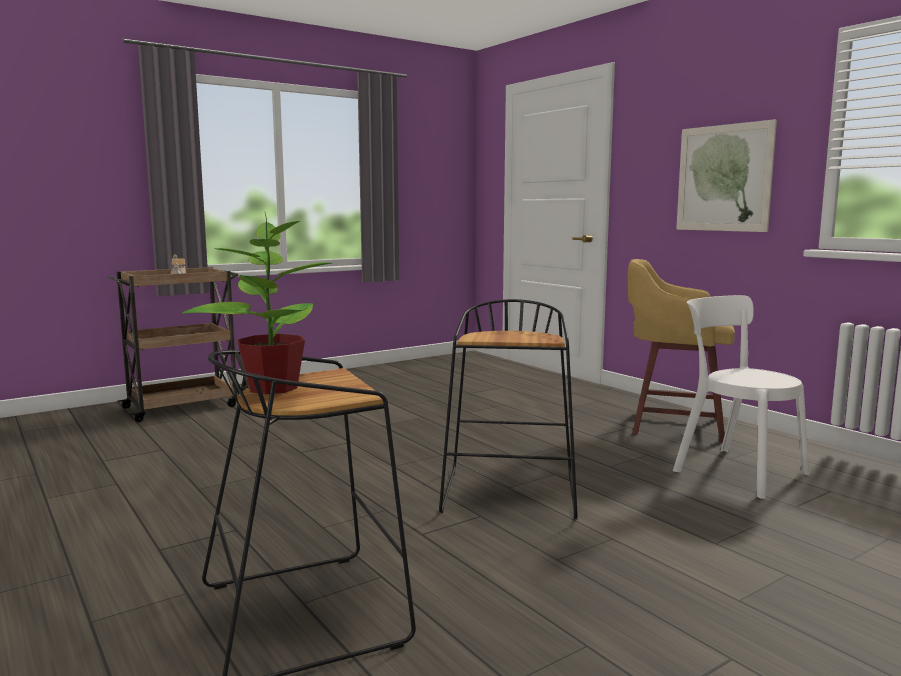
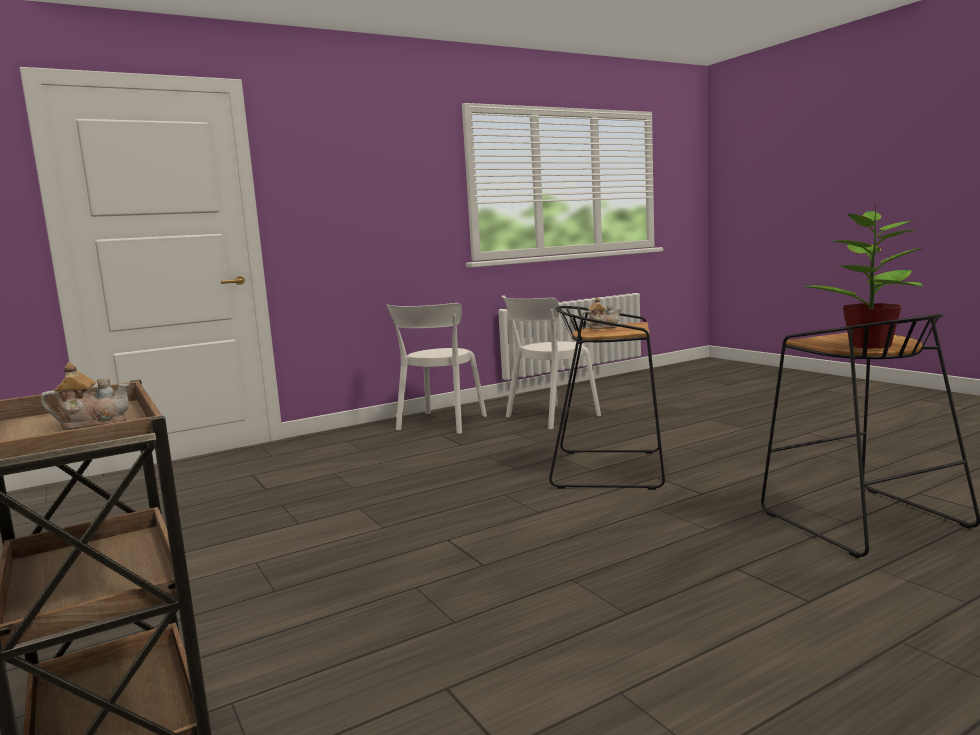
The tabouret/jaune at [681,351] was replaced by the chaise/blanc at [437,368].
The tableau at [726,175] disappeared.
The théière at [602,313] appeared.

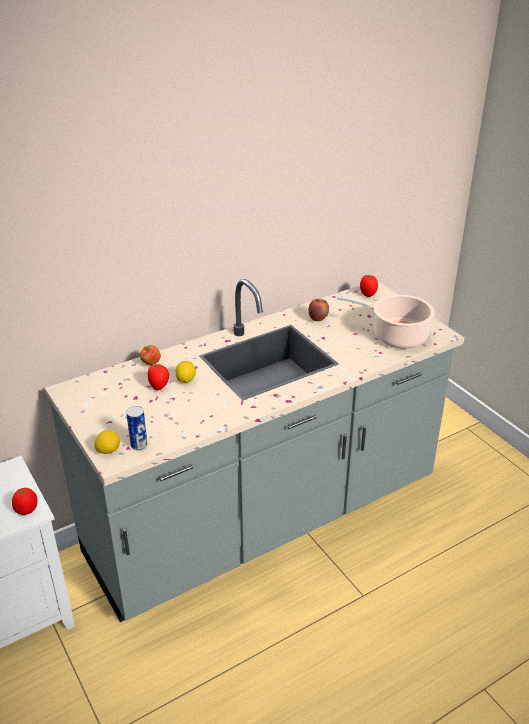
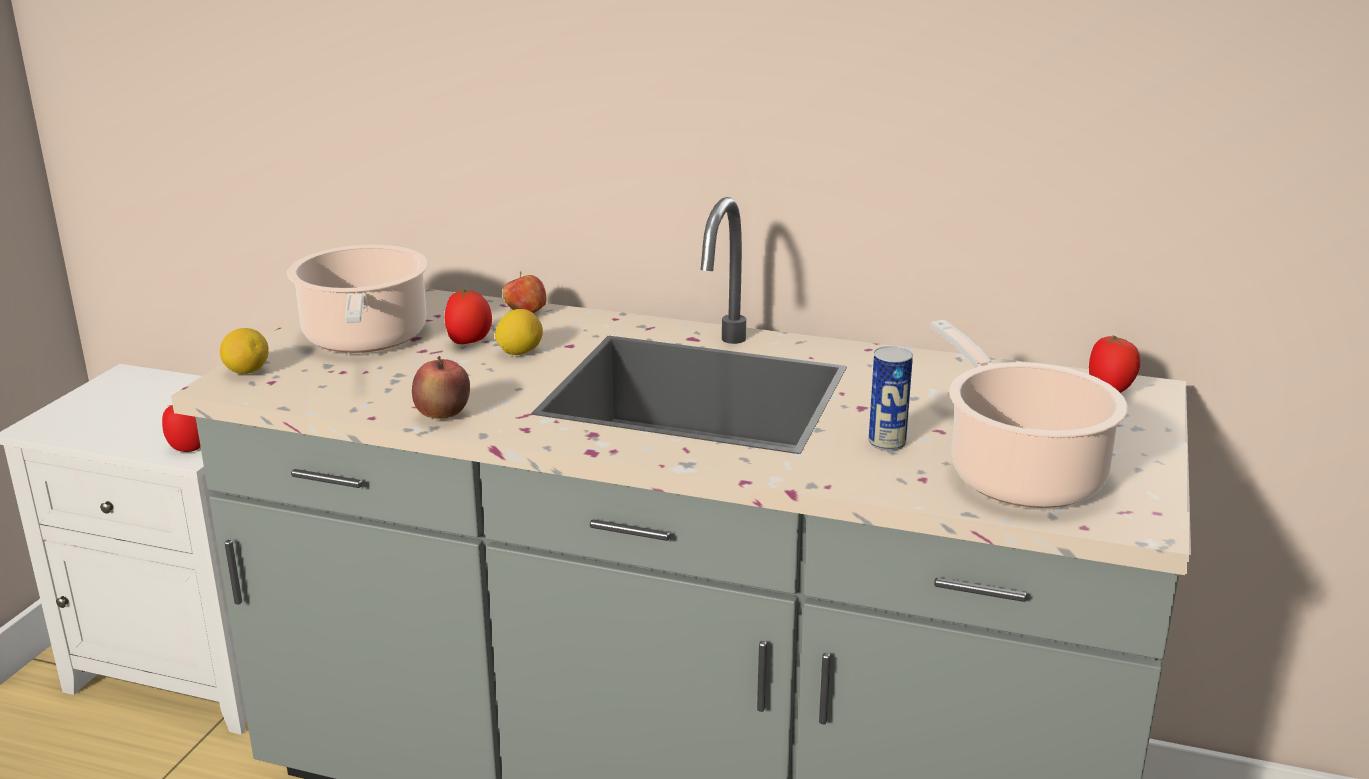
The boîte métallique moved from [137,428] to [891,398].
The pomme moved from [319,310] to [441,387].
The marmite at [357,299] appeared.

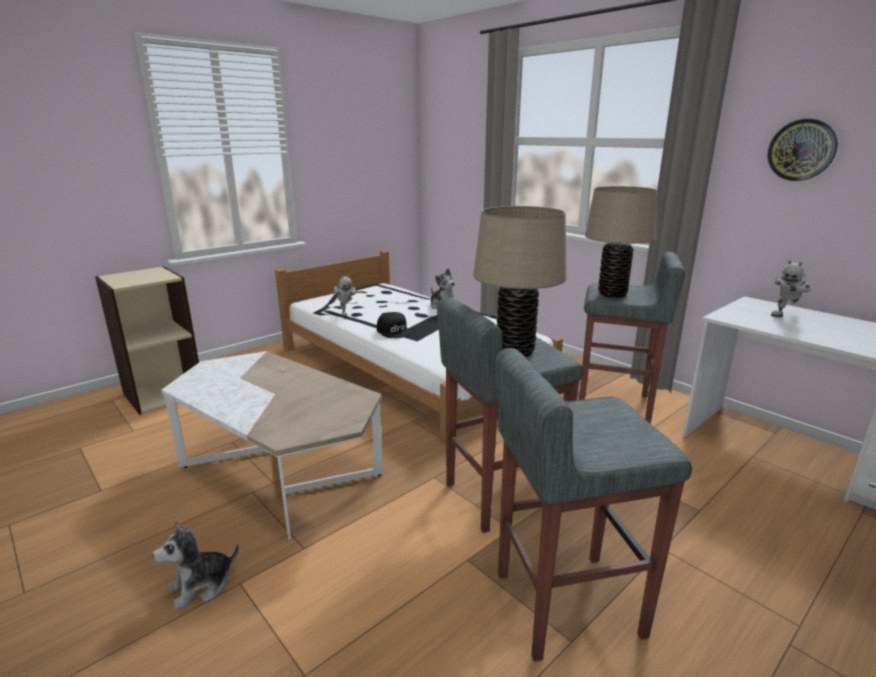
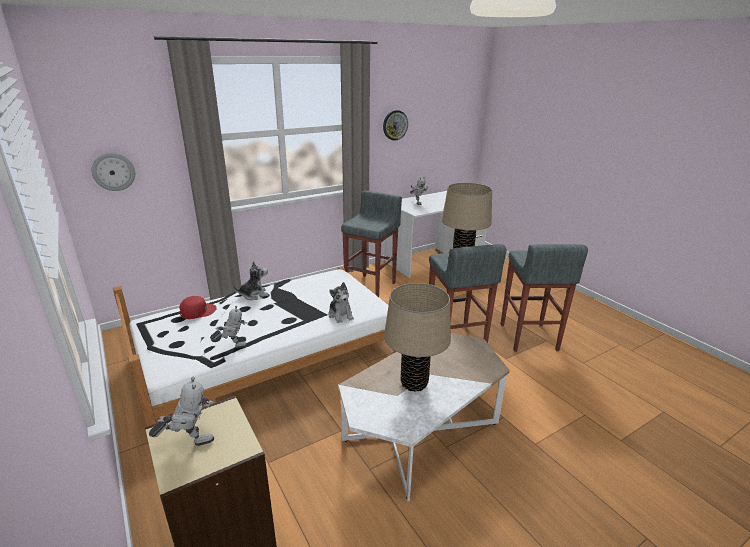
The peluche moved from [195,565] to [341,302].
The casquette/noir at [394,325] disappeared.
The lampe de table/beige moved from [621,242] to [417,337].
The horloge murale at [113,172] appeared.
The robot jouet at [181,411] appeared.
The casquette/rouge at [198,307] appeared.

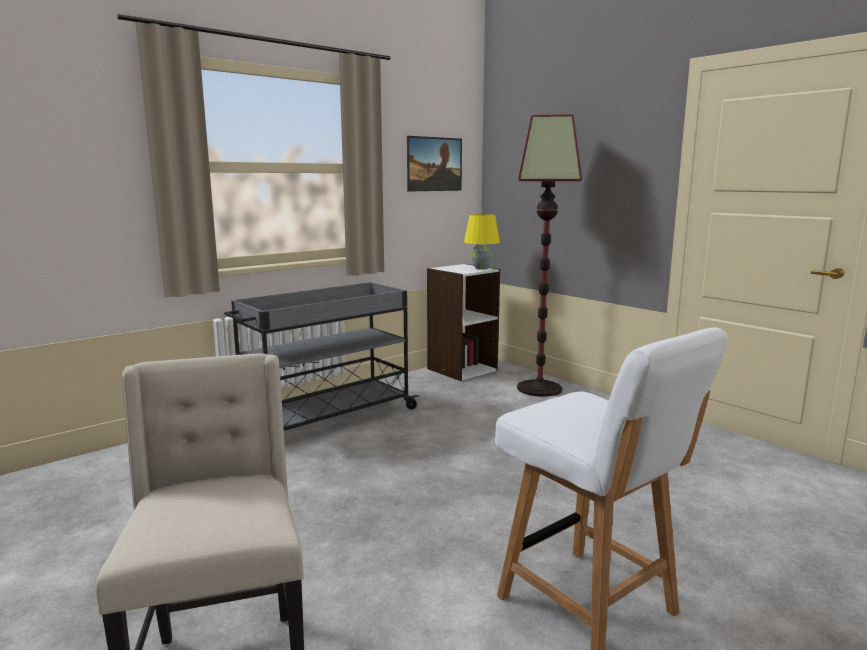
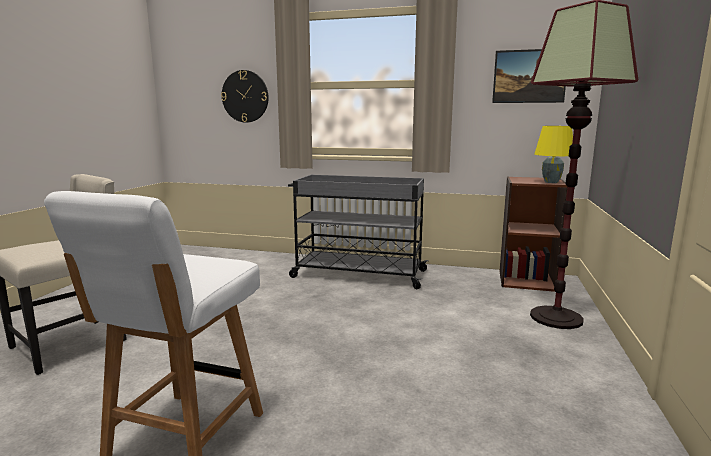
The bibliothèque/blanc at [463,322] became the bibliothèque/marron at [533,234].
The horloge murale at [245,96] appeared.

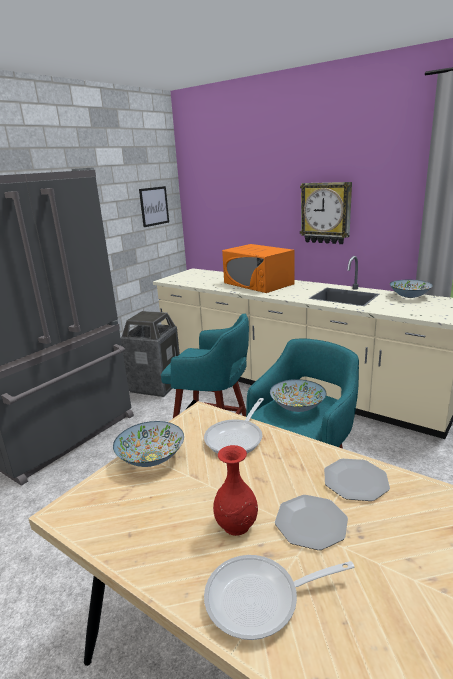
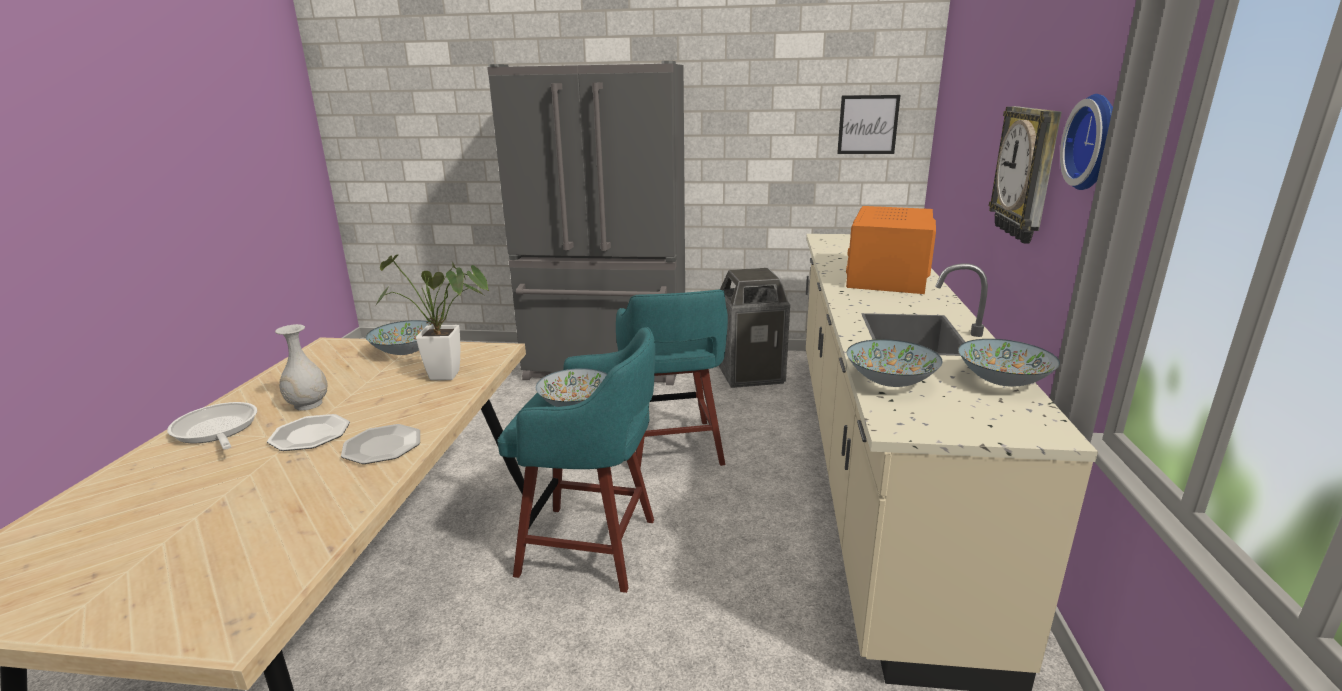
The poêle at [234,426] was replaced by the plante en pot at [432,317].
The vase/rouge at [235,490] became the vase/blanc at [301,367].
The bol at [895,363] appeared.
The horloge murale at [1086,142] appeared.

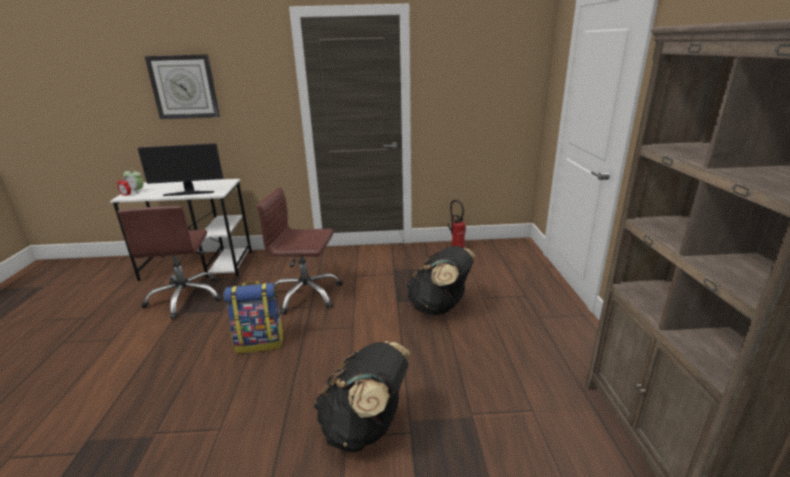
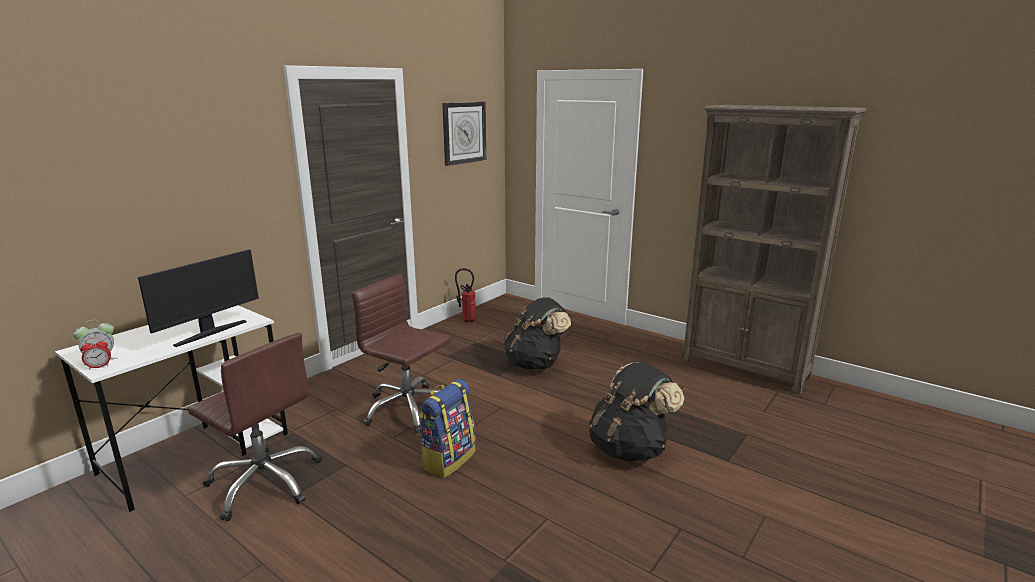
The horloge murale moved from [182,86] to [464,134].
The chaise de bureau/marron at [300,251] turned 75 degrees clockwise.

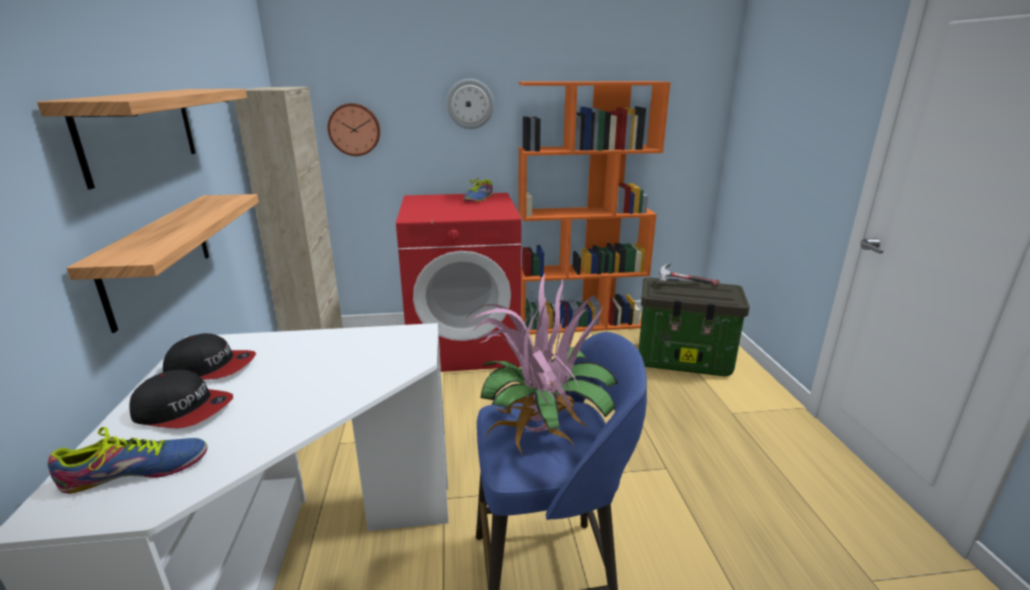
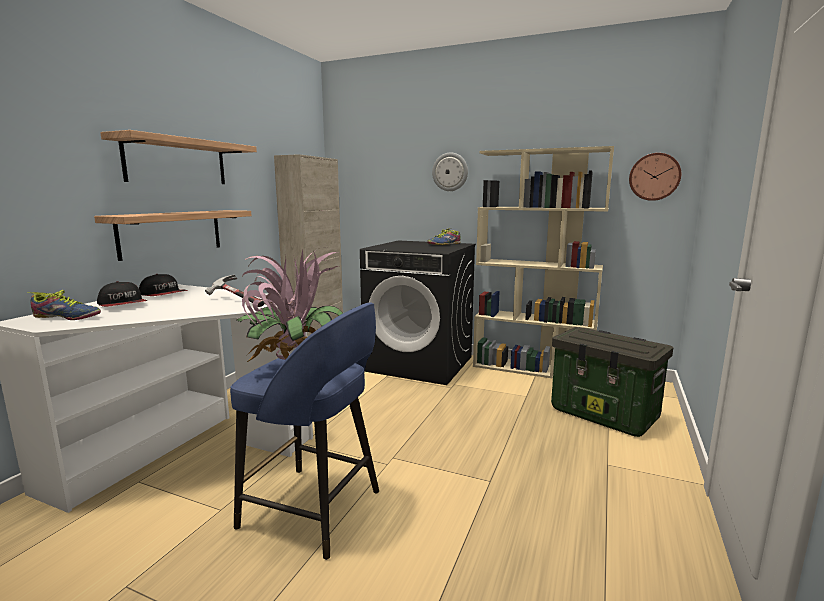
The horloge murale moved from [353,129] to [655,177].
The lave-linge/rouge at [458,282] became the lave-linge/noir at [418,312].
The bibliothèque/orange at [594,207] became the bibliothèque/beige at [543,262].
The marteau moved from [689,274] to [234,291].

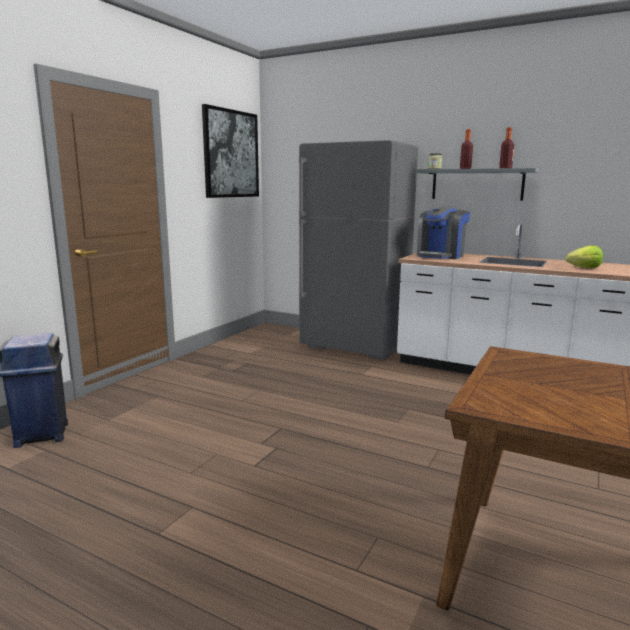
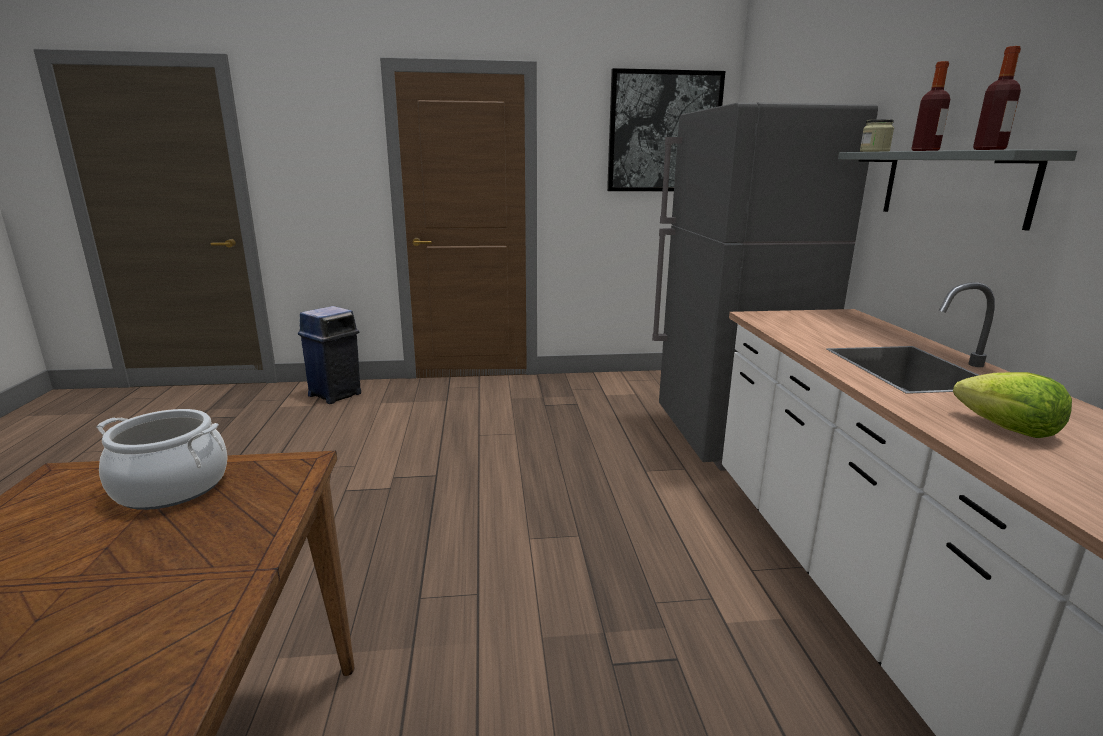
The machine à café at [443,233] disappeared.
The marmite at [162,459] appeared.

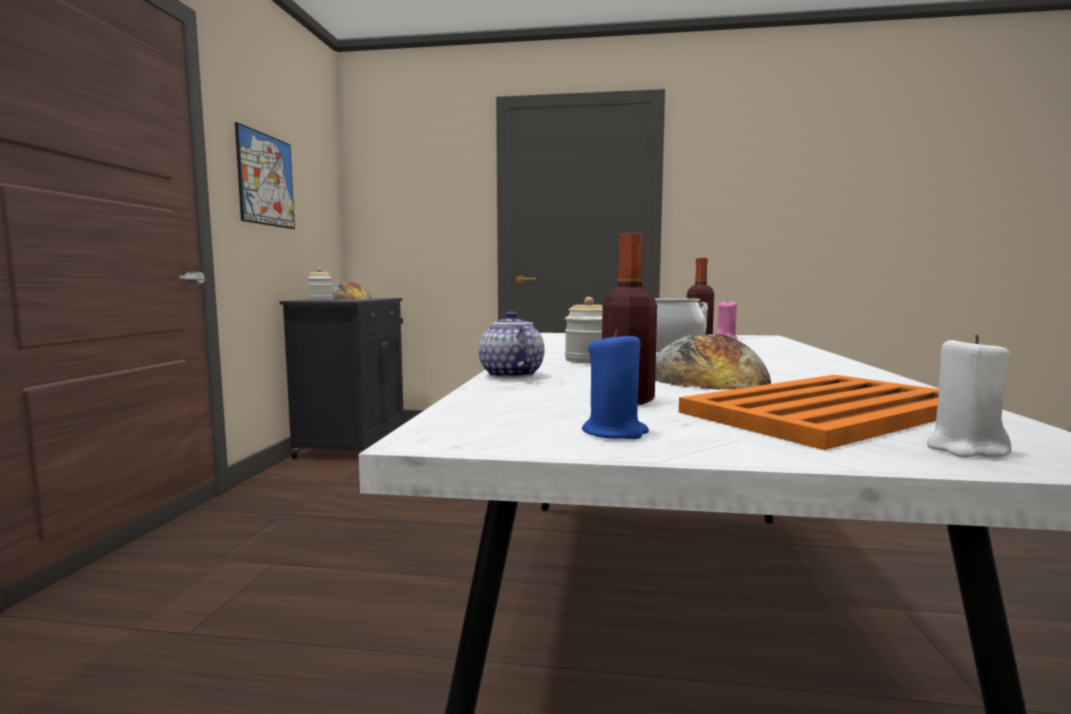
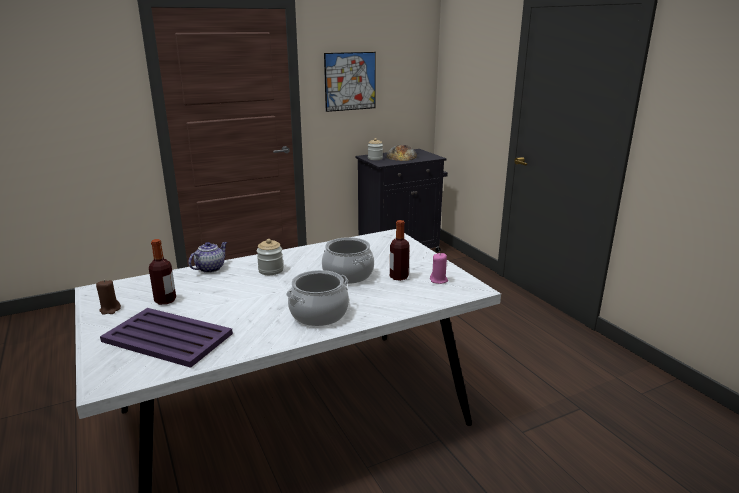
The bougie/bleu at [615,384] became the bougie/marron at [108,297].
The pain at [713,362] disappeared.
The plateau/orange at [809,412] became the plateau/violet at [166,338].
The bougie/blanc at [969,396] disappeared.
The marmite at [317,298] appeared.

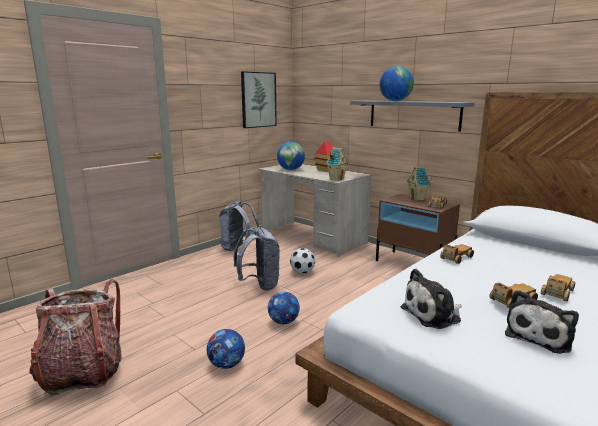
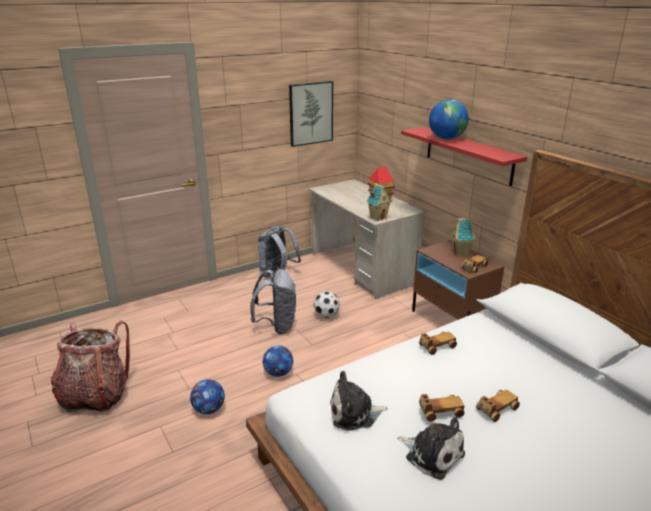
The globe at [291,156] disappeared.
The étagère/gris at [412,116] became the étagère/rouge at [464,156].
The peluche at [542,322] turned 105 degrees counterclockwise.

